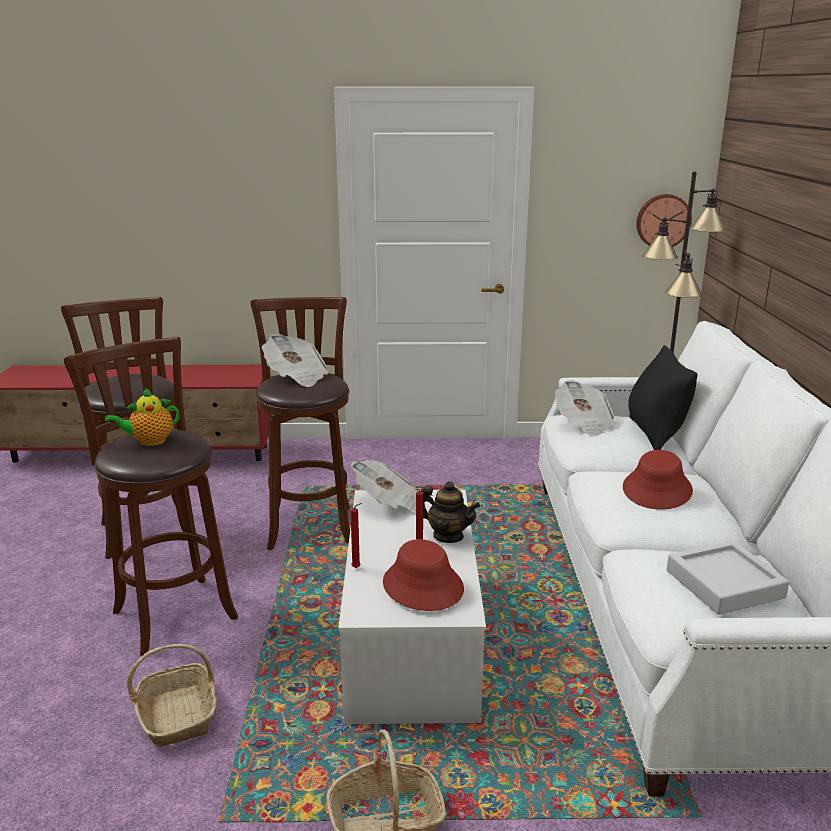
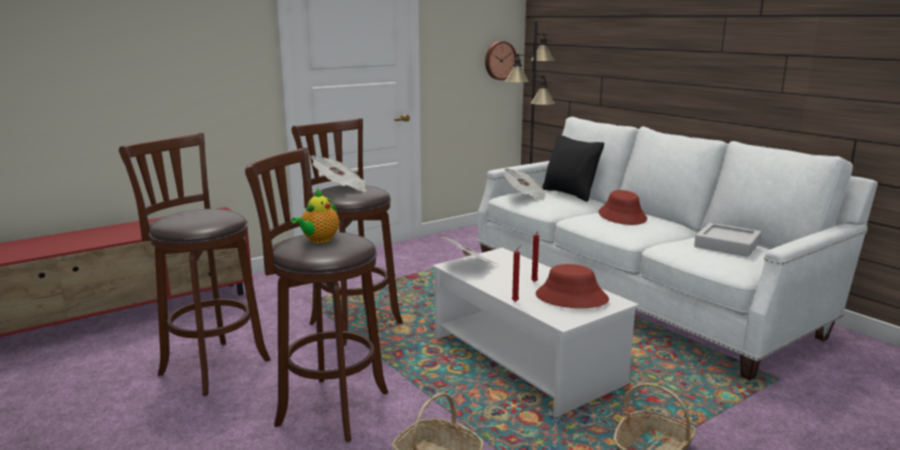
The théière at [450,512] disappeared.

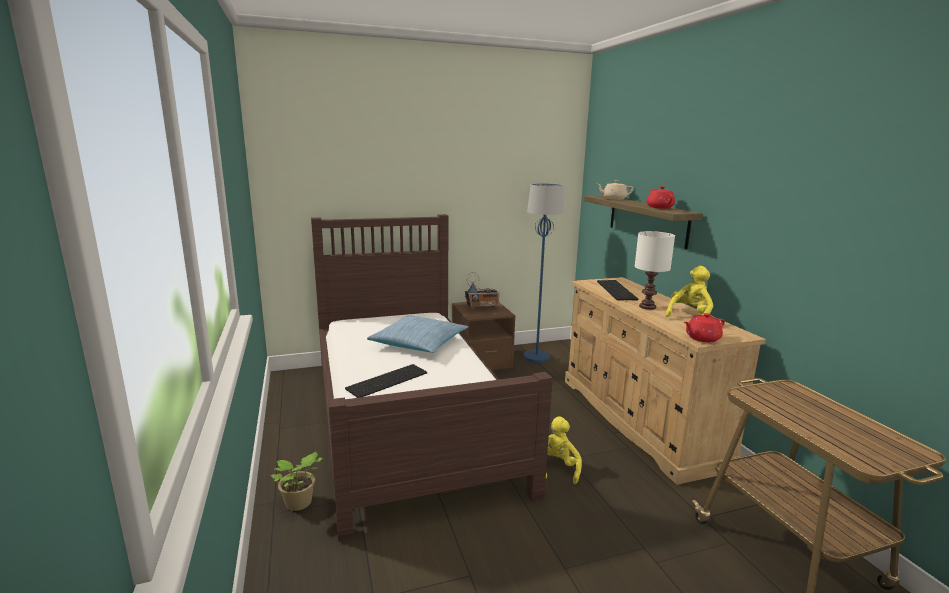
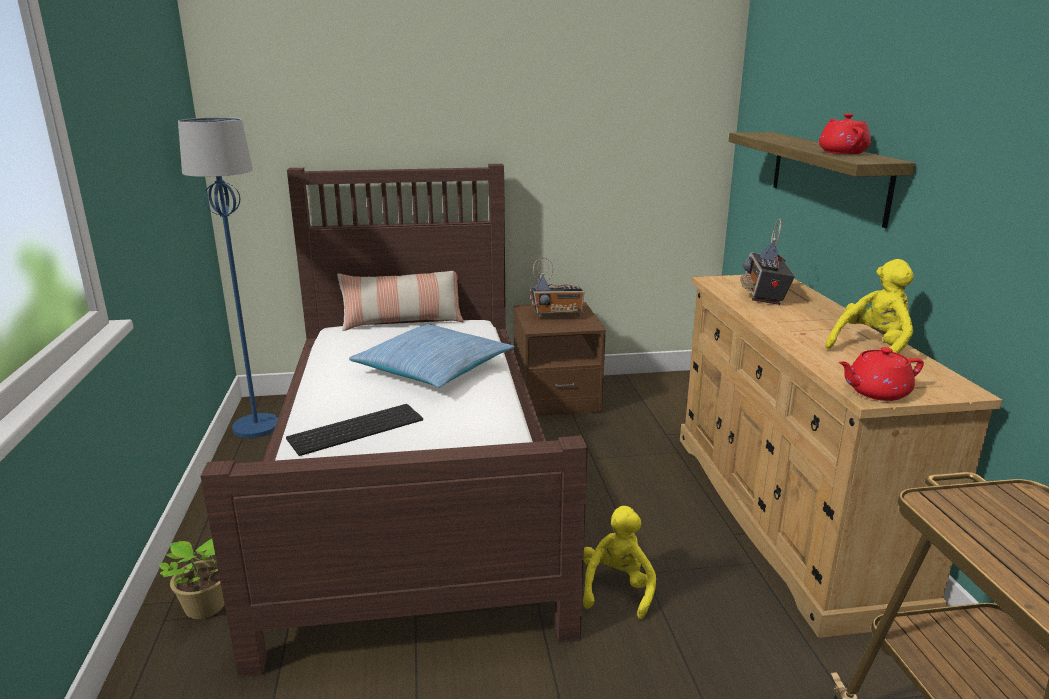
The lampadaire/bleu moved from [544,273] to [228,277].
The théière/beige at [615,190] disappeared.
The clavier at [617,290] was replaced by the radio at [767,262].
The lampe de table/blanc at [655,270] disappeared.
The coussin at [400,301] appeared.

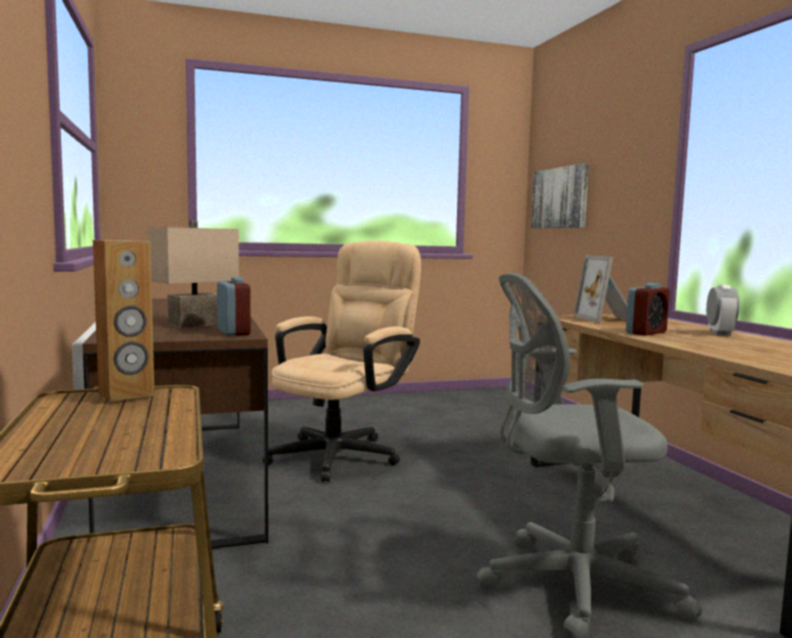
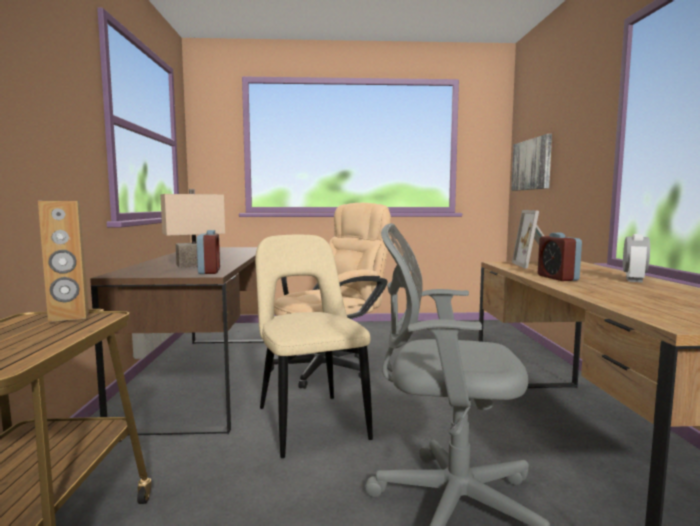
The réveil at [648,309] turned 105 degrees clockwise.
The chaise/beige at [314,346] appeared.

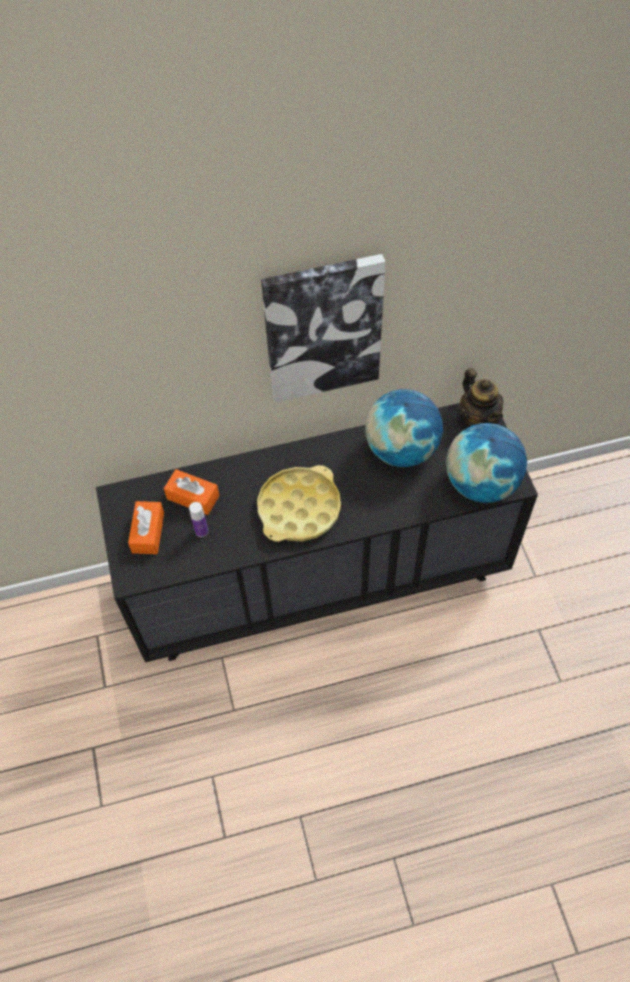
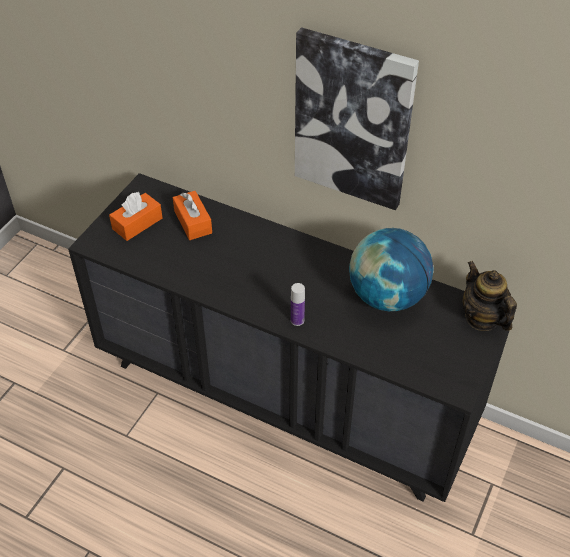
The bouteille moved from [198,519] to [298,304].
The plateau/jaune at [299,503] disappeared.
The globe at [486,463] disappeared.
The théière at [481,397] turned 135 degrees clockwise.

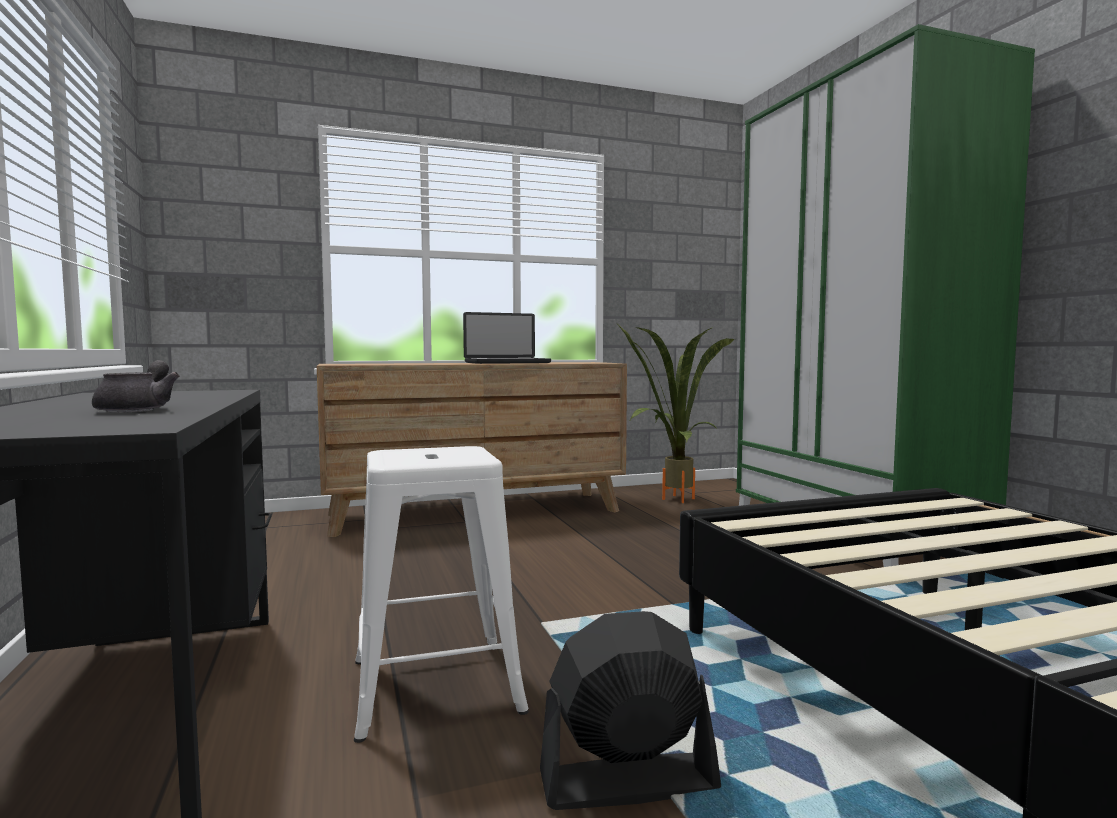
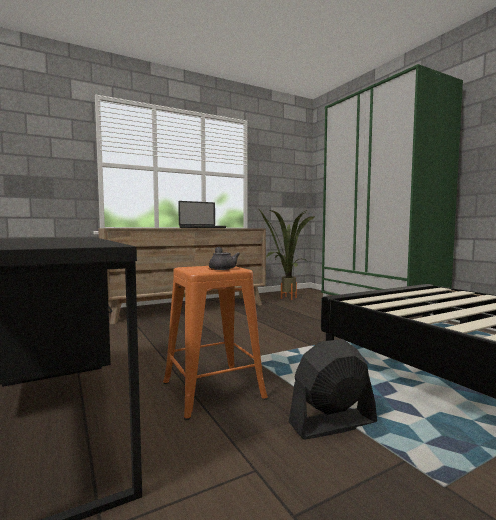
The théière/gris moved from [136,386] to [224,258].
The tabouret/blanc at [441,594] became the tabouret/orange at [215,343].

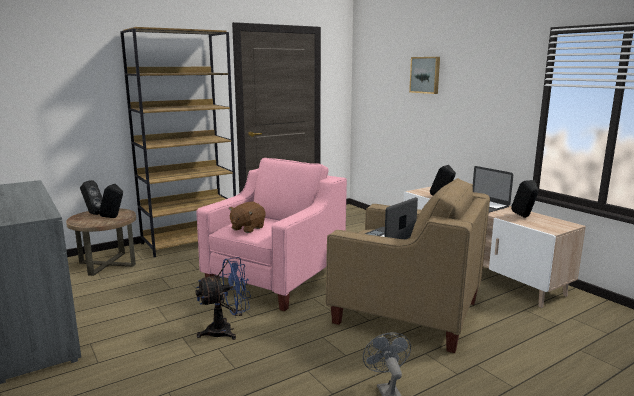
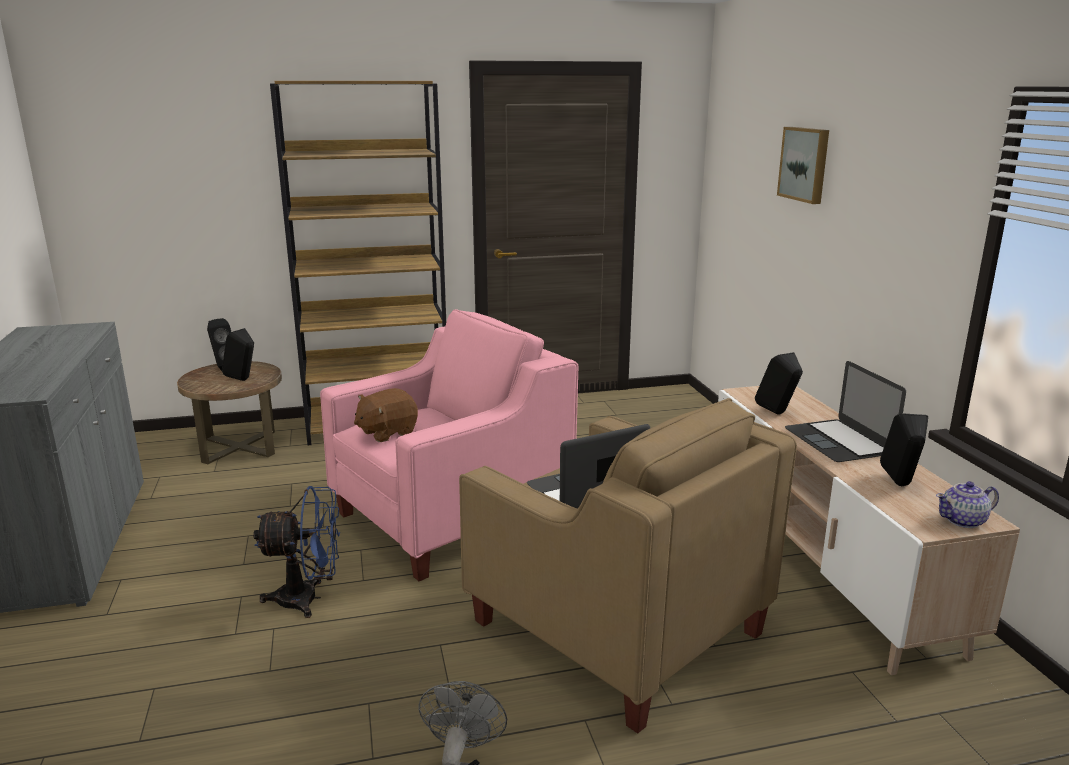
The théière at [967,504] appeared.

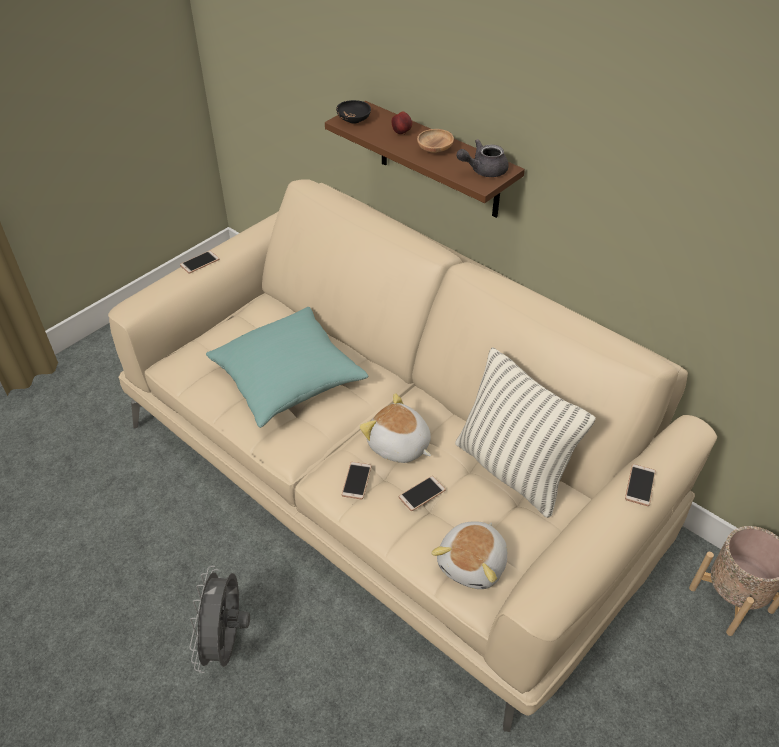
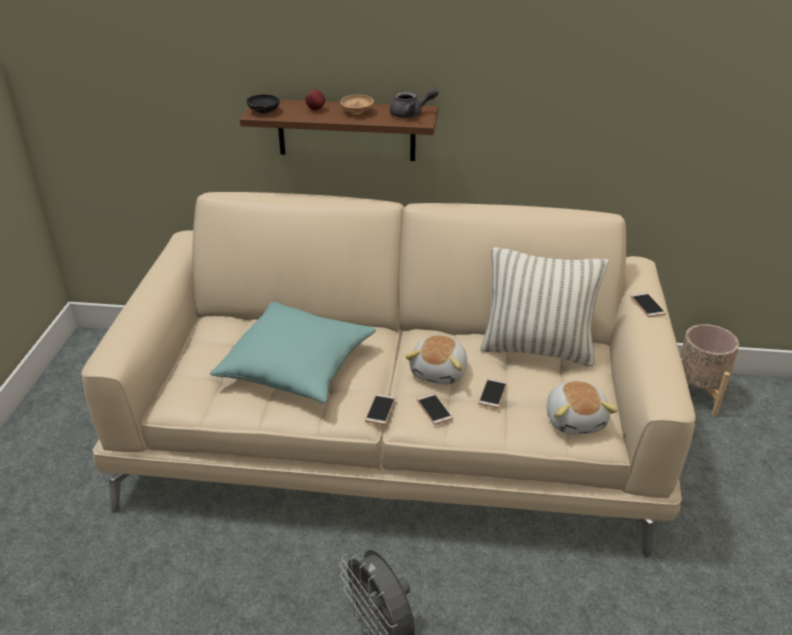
The téléphone moved from [199,262] to [380,409].
The peluche at [395,428] turned 75 degrees counterclockwise.
The théière/gris at [482,158] turned 135 degrees counterclockwise.

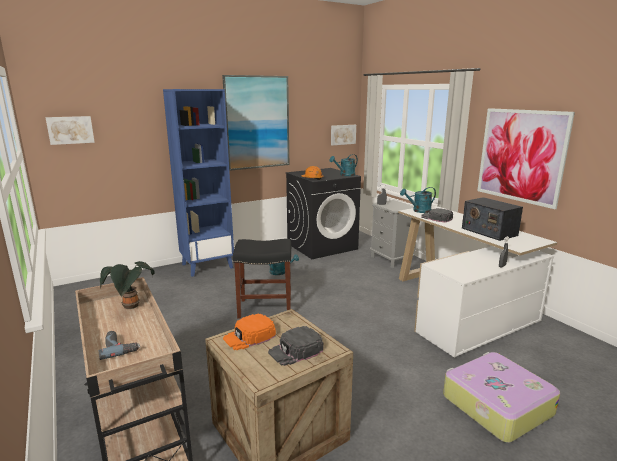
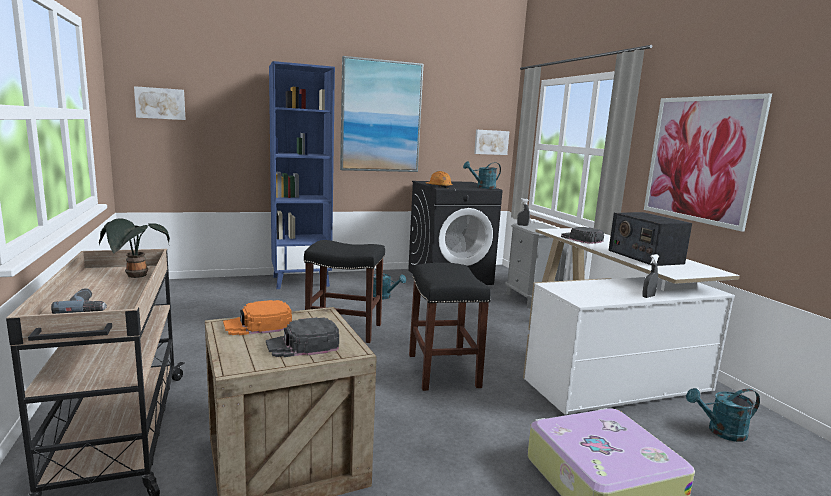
The arrosoir/turquoise moved from [418,200] to [723,415].
The tabouret/noir at [450,327] appeared.

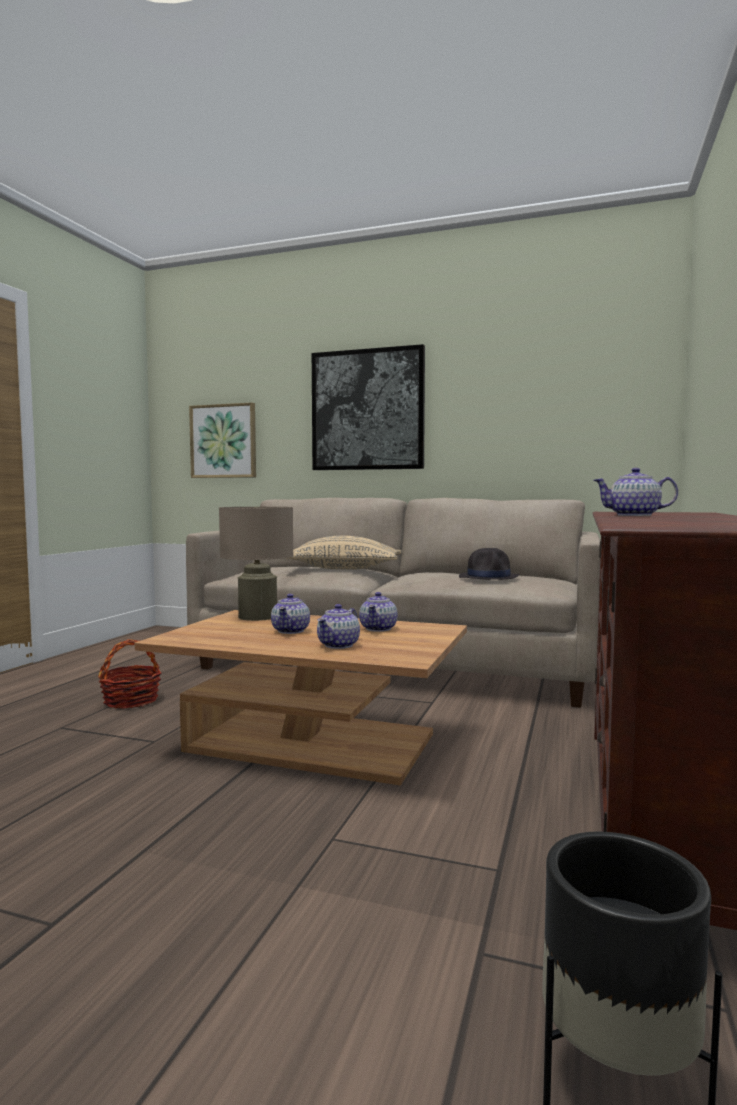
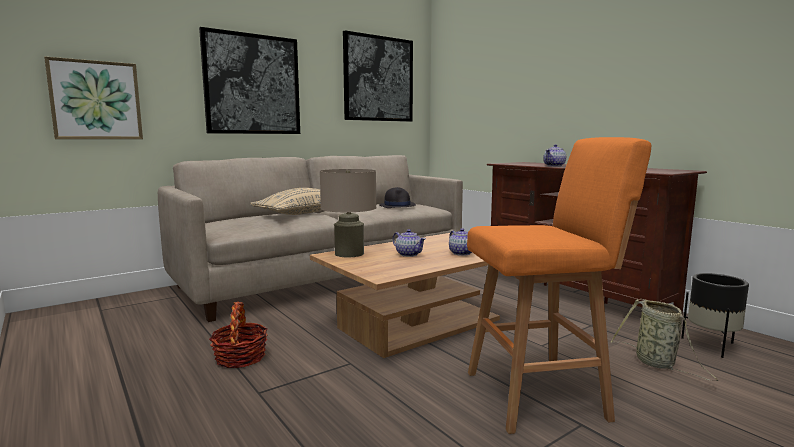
The théière at [378,612] disappeared.
The tableau at [378,76] appeared.
The tabouret/orange at [559,285] appeared.
The panier at [664,340] appeared.

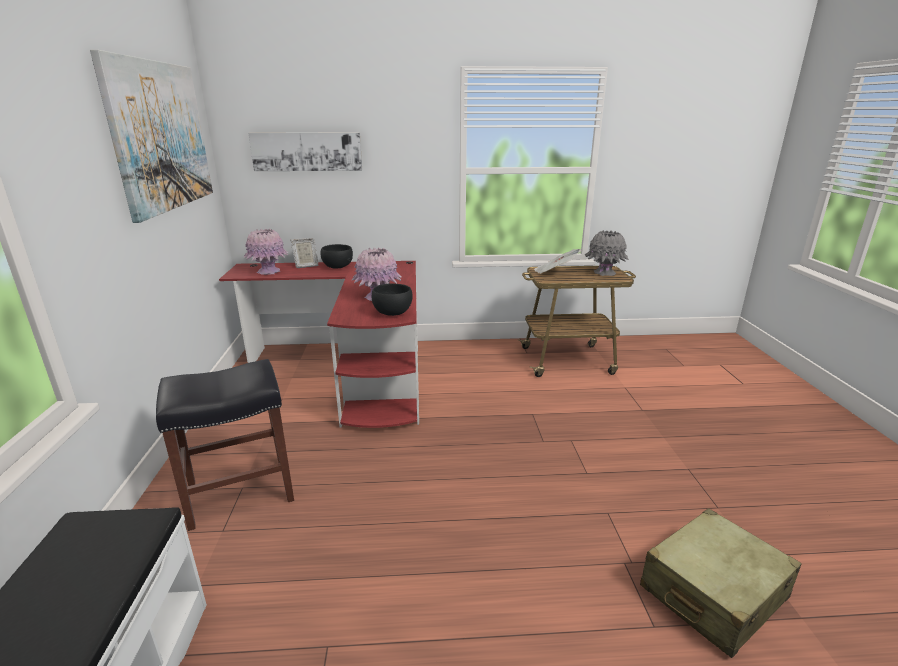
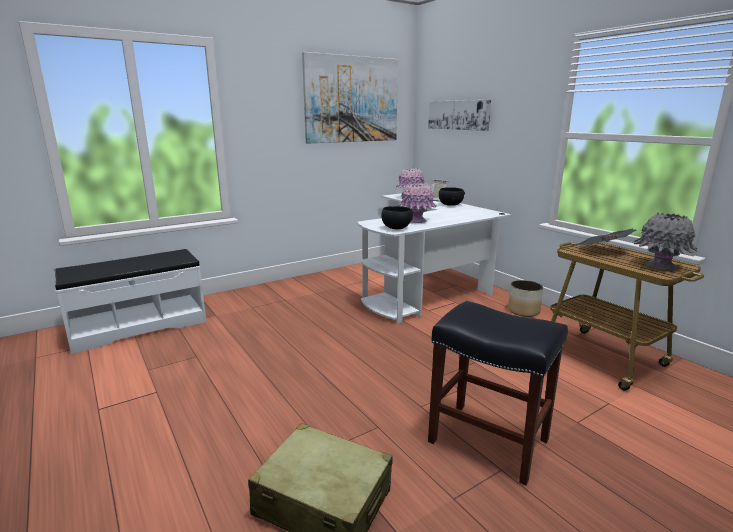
The tabouret/noir moved from [225,445] to [498,393].
The bureau/rouge at [319,344] became the bureau/blanc at [434,258].
The cache-pot at [525,298] appeared.

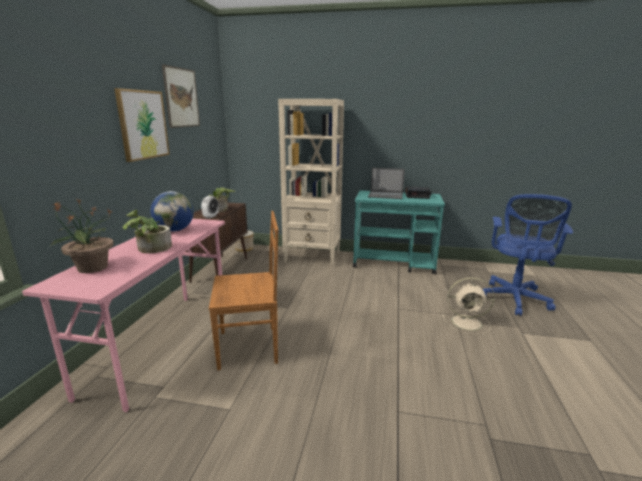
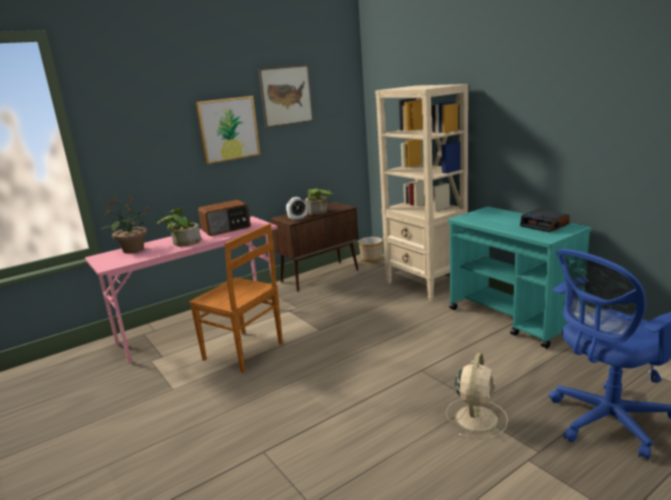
The globe at [172,211] was replaced by the radio at [224,218].
The ordinateur portable at [386,183] disappeared.
The ventilateur/beige at [468,306] turned 120 degrees counterclockwise.

